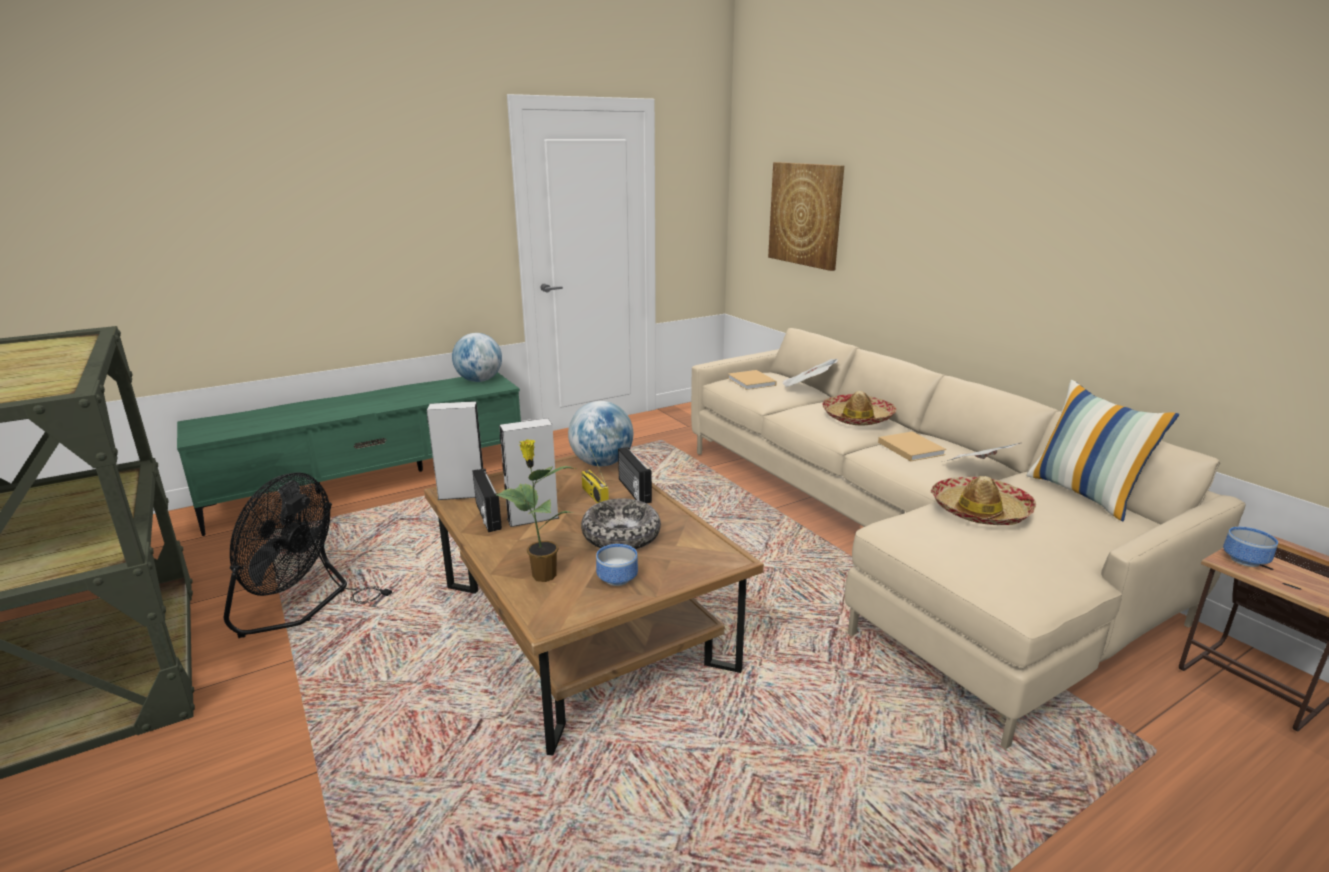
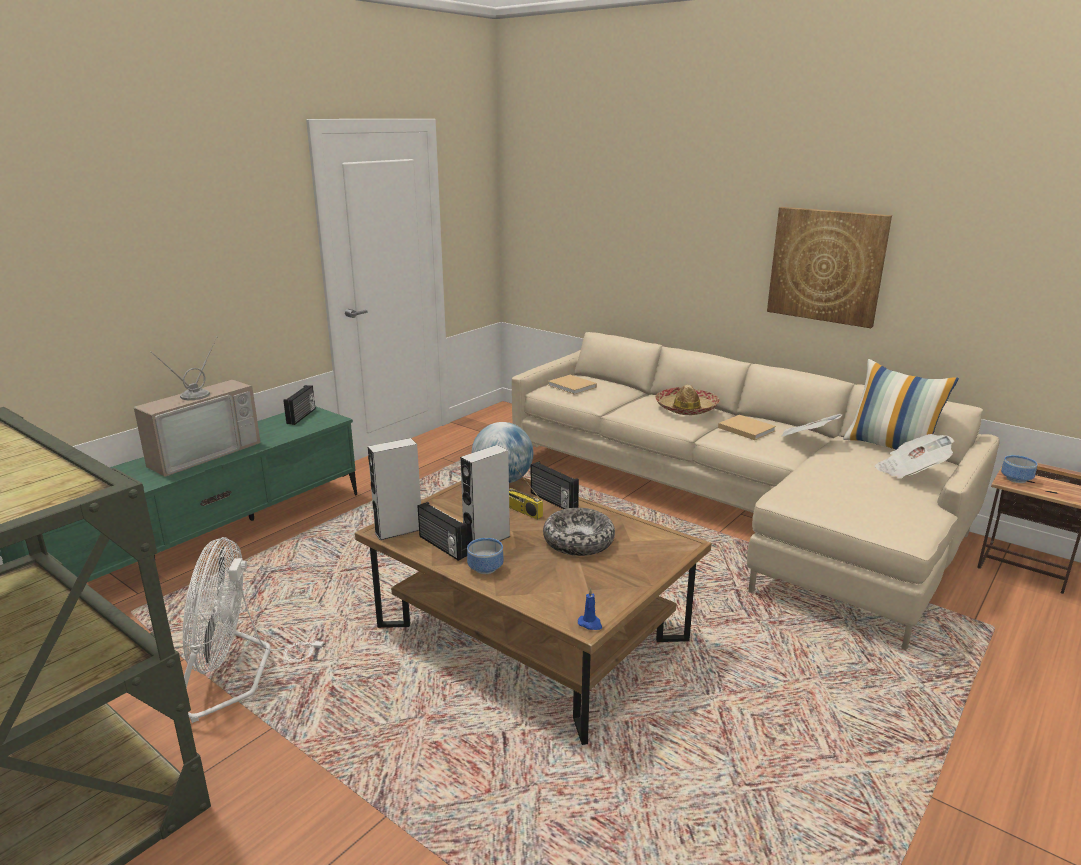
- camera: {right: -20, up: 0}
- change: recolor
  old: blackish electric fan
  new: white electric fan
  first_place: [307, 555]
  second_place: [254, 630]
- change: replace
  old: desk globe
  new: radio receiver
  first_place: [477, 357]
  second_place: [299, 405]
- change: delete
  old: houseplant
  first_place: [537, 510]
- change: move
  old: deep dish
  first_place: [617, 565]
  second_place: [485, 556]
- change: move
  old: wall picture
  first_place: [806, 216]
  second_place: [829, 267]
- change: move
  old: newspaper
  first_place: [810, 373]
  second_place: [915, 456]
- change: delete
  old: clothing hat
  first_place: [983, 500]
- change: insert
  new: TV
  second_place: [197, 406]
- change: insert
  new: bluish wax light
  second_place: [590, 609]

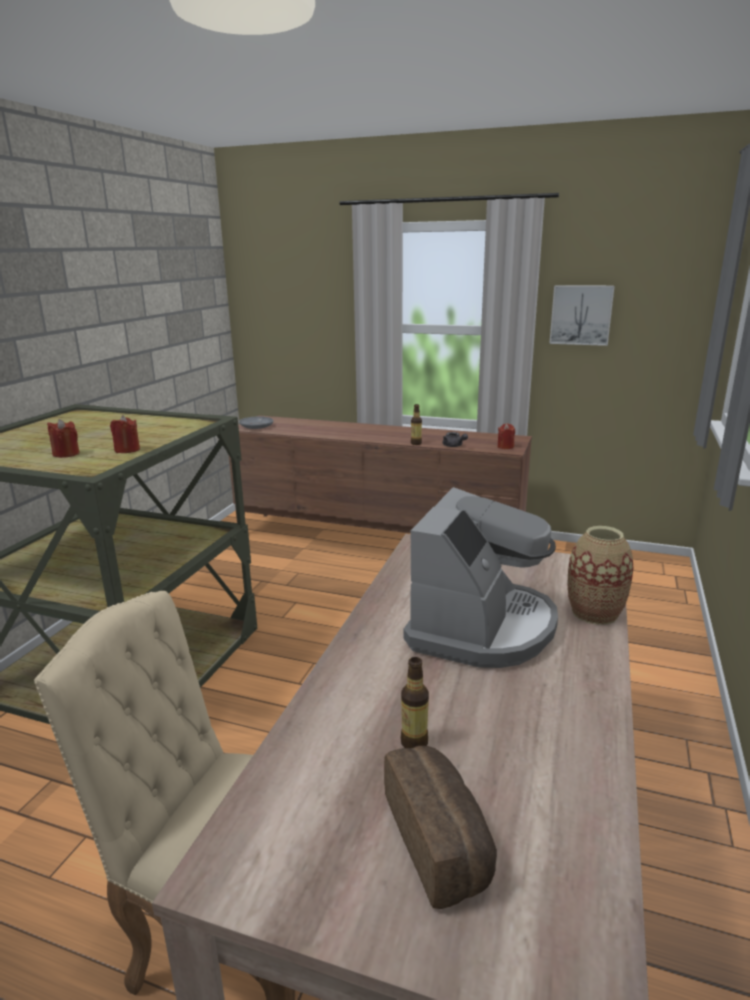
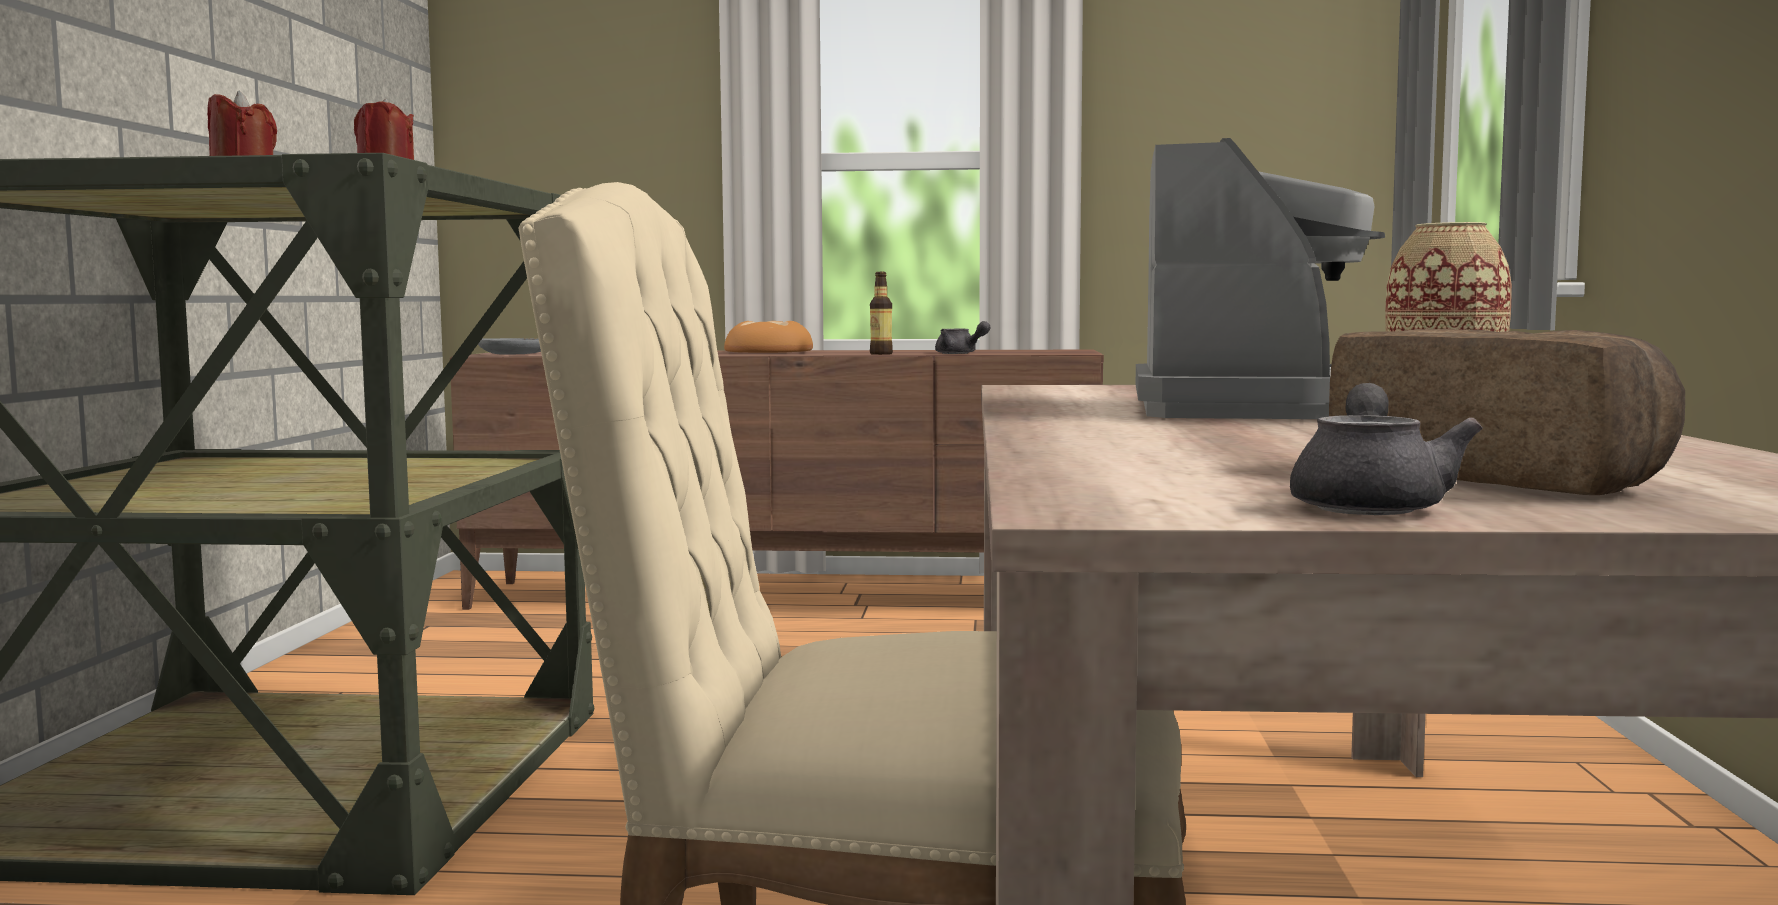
- camera: {right: -15, up: -15}
- change: delete
  old: beverage bottle
  first_place: [415, 702]
- change: delete
  old: red-coloured wax light
  first_place: [506, 436]
- change: delete
  old: wall picture
  first_place: [582, 315]
- change: insert
  new: bakery bread
  second_place: [768, 337]
- change: insert
  new: grey pot for tea
  second_place: [1386, 449]

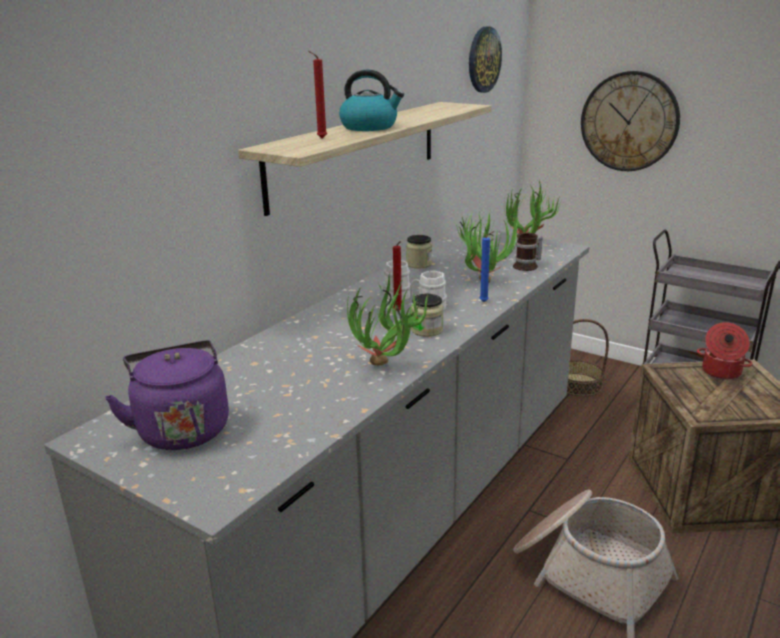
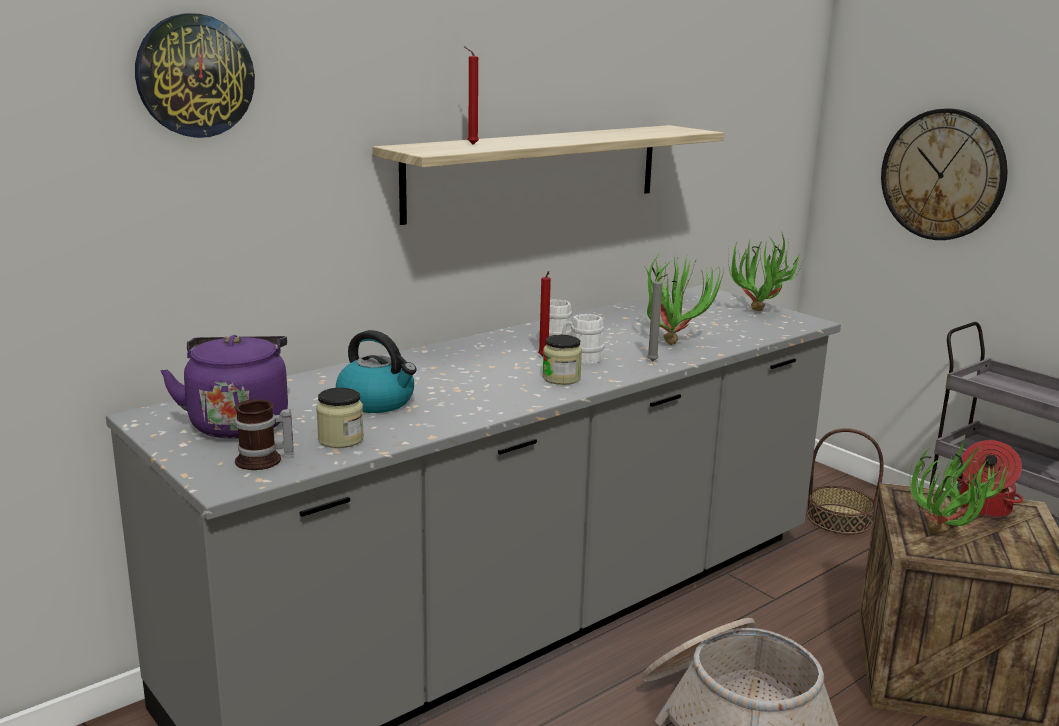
- camera: {right: 15, up: -5}
- change: move
  old: tea kettle
  first_place: [371, 100]
  second_place: [376, 371]
- change: move
  old: houseplant
  first_place: [388, 319]
  second_place: [960, 486]
- change: move
  old: storage jar
  first_place: [419, 251]
  second_place: [340, 418]
- change: move
  old: wall clock
  first_place: [485, 60]
  second_place: [195, 75]
- change: recolor
  old: bluish wax light
  new: grey wax light
  first_place: [487, 266]
  second_place: [657, 318]
- change: move
  old: coffee mug
  first_place: [528, 252]
  second_place: [264, 434]

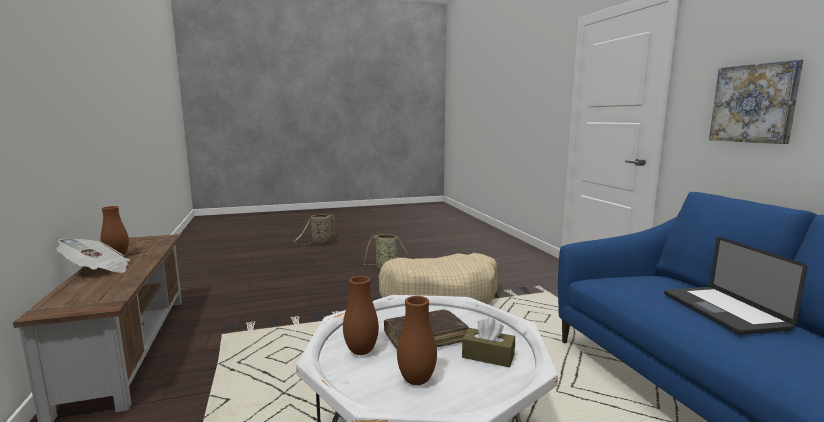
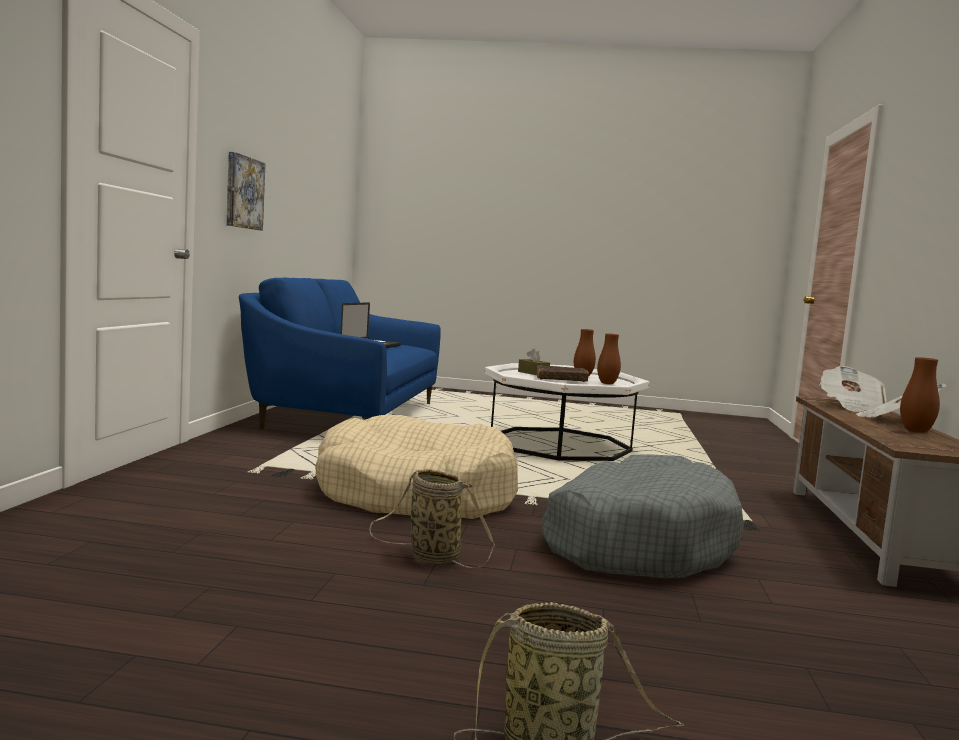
- camera: {right: -155, up: -5}
- change: insert
  new: grey dog bed
  second_place: [643, 516]
- change: insert
  new: newspaper
  second_place: [852, 389]

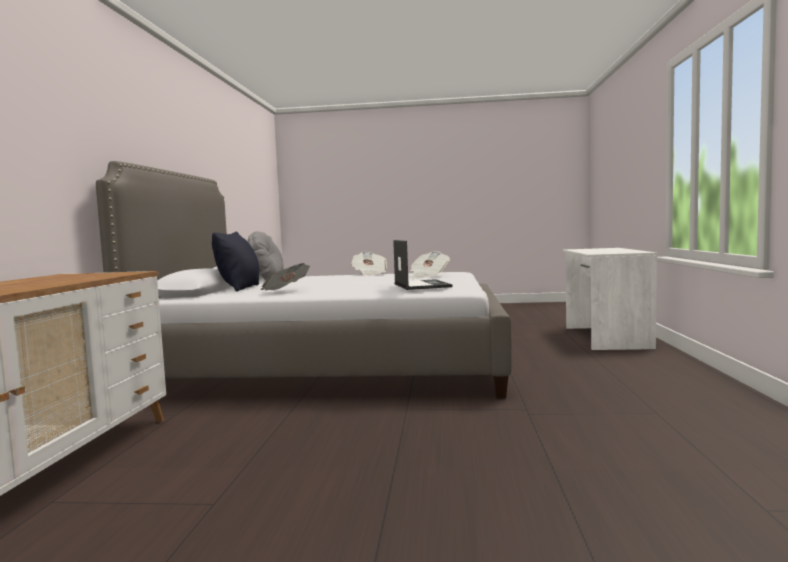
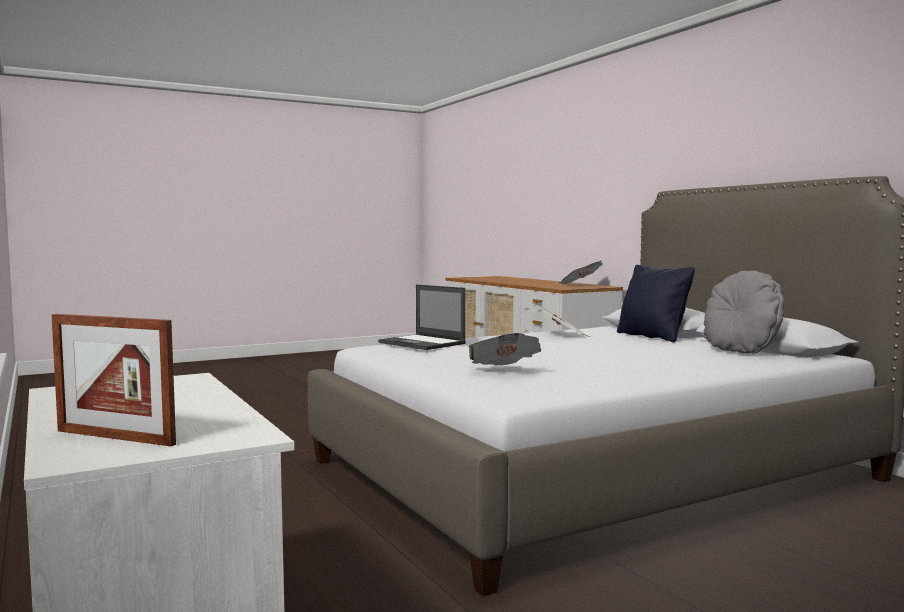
- camera: {right: 145, up: 0}
- change: move
  old: newspaper
  first_place: [369, 264]
  second_place: [581, 273]
- change: insert
  new: picture frame
  second_place: [114, 380]

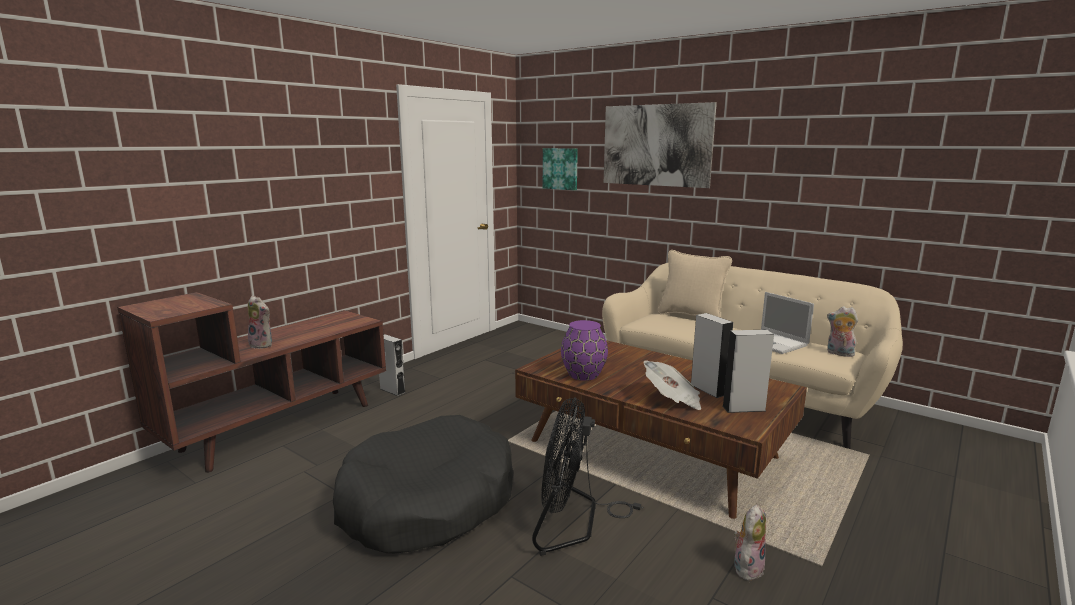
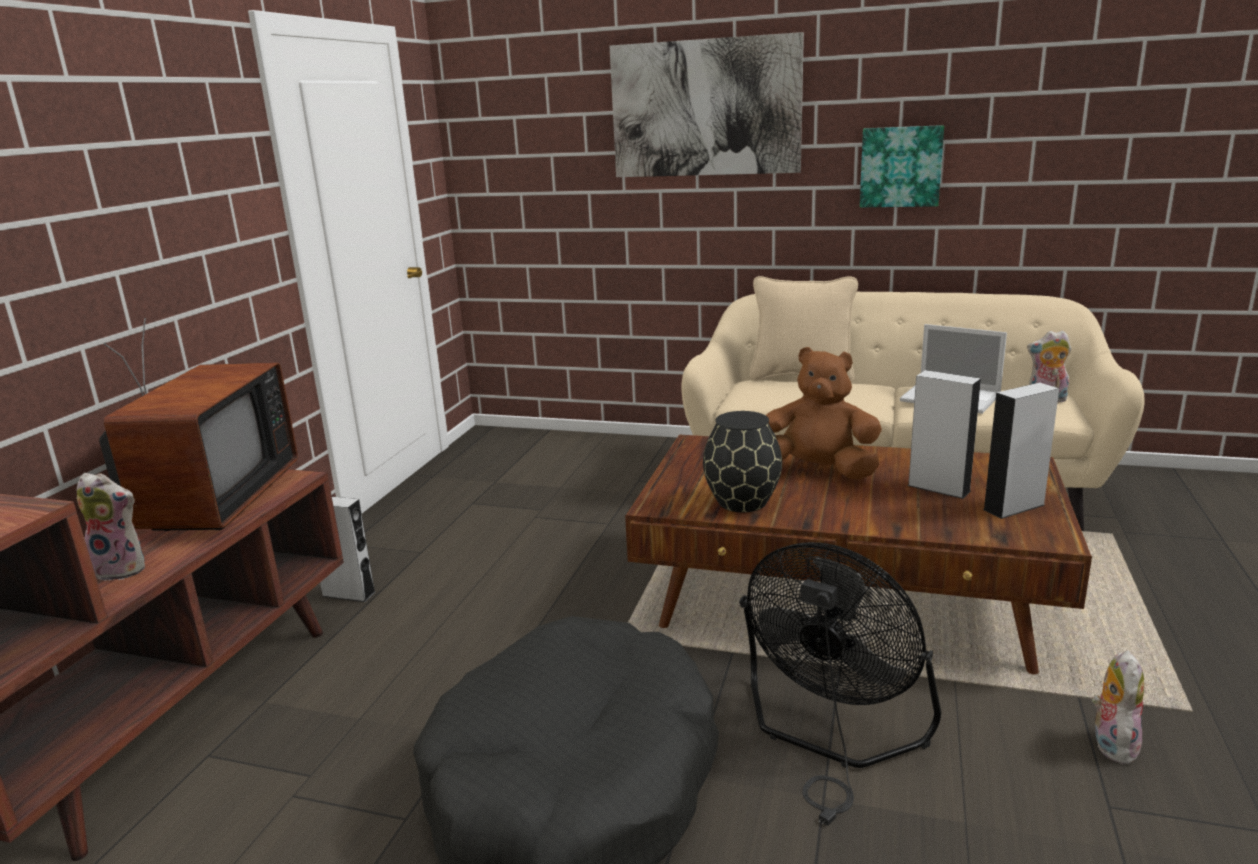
- camera: {right: -20, up: 5}
- change: rotate
  old: blackish electric fan
  first_place: [587, 476]
  second_place: [840, 684]
  degrees: 135
- change: move
  old: wall picture
  first_place: [560, 169]
  second_place: [902, 166]
- change: recolor
  old: purple-coloured flower vase
  new: blackish flower vase
  first_place: [584, 350]
  second_place: [742, 461]
- change: delete
  old: newspaper
  first_place: [672, 385]
- change: insert
  new: TV
  second_place: [198, 424]
- change: insert
  new: brownish soft toy
  second_place: [824, 413]

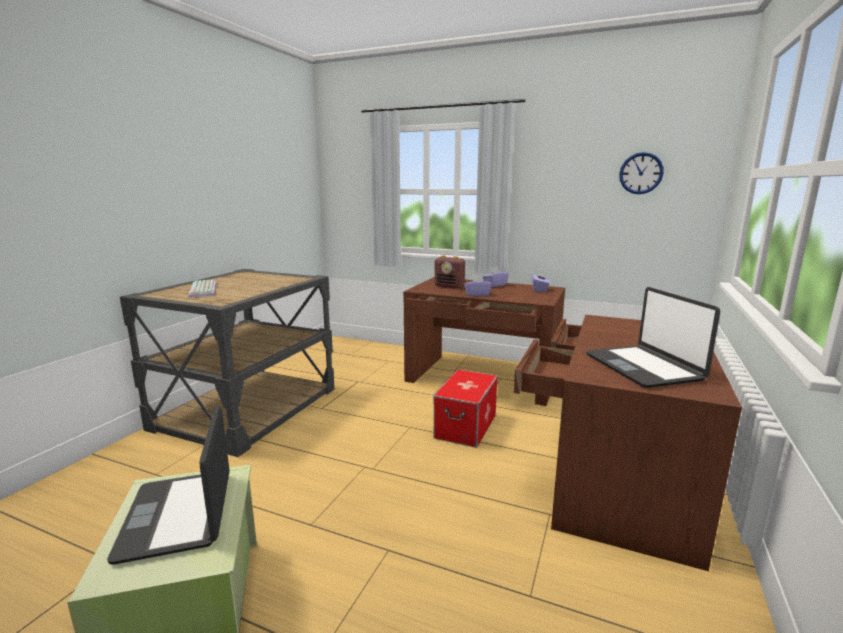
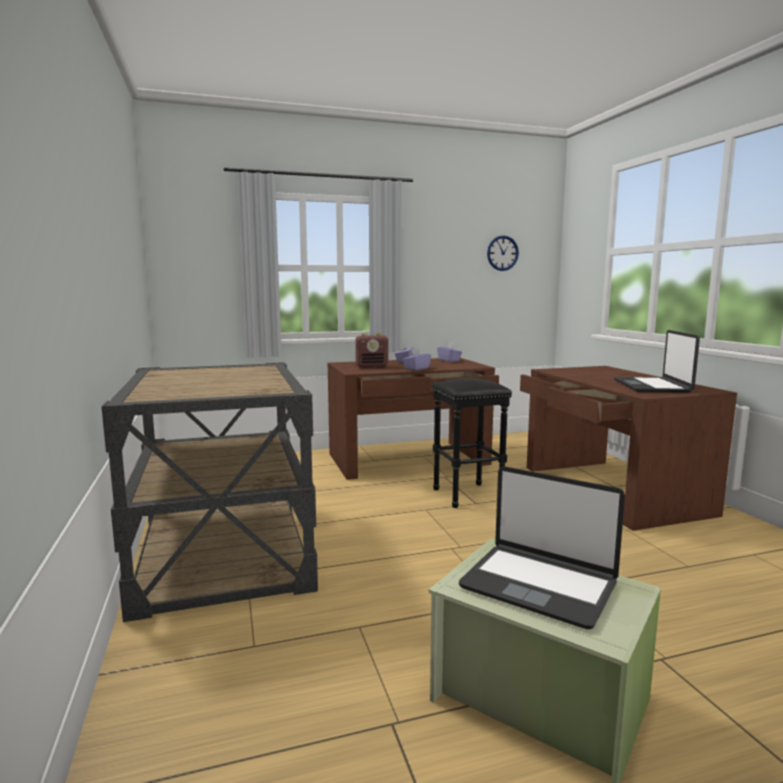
- camera: {right: -40, up: -5}
- change: delete
  old: computer keyboard
  first_place: [202, 288]
- change: replace
  old: storage box
  new: blackish sitting stool
  first_place: [465, 408]
  second_place: [472, 443]
- change: rotate
  old: laptop
  first_place: [653, 337]
  second_place: [657, 361]
  degrees: 60

